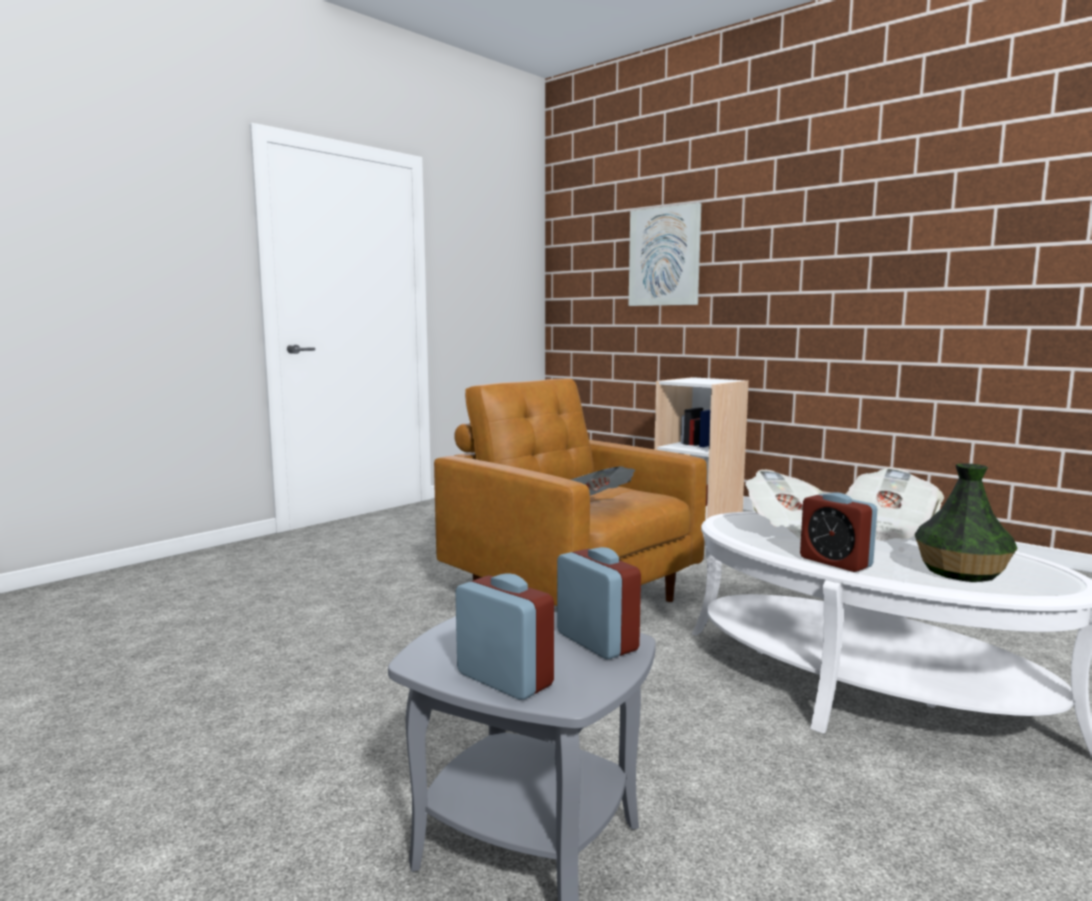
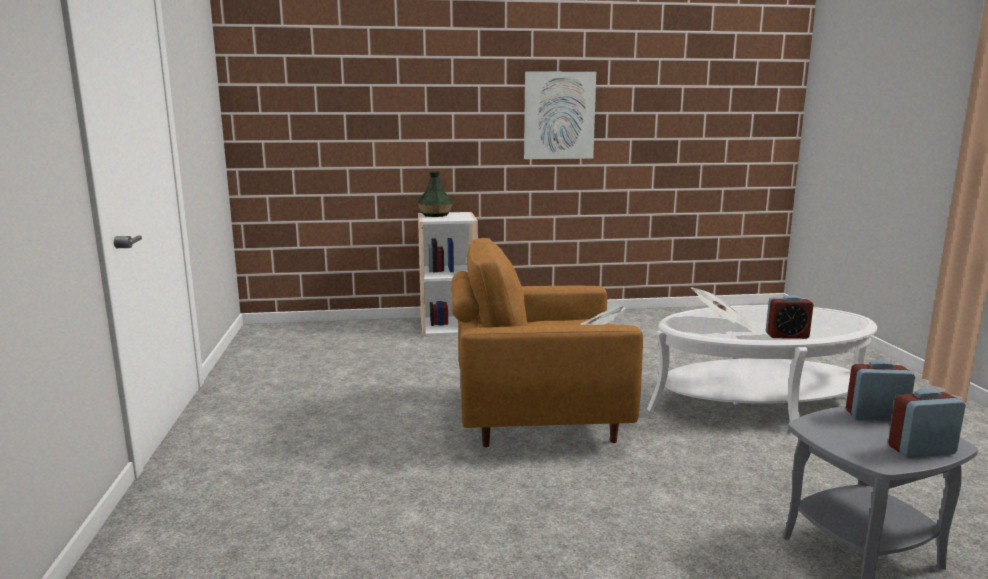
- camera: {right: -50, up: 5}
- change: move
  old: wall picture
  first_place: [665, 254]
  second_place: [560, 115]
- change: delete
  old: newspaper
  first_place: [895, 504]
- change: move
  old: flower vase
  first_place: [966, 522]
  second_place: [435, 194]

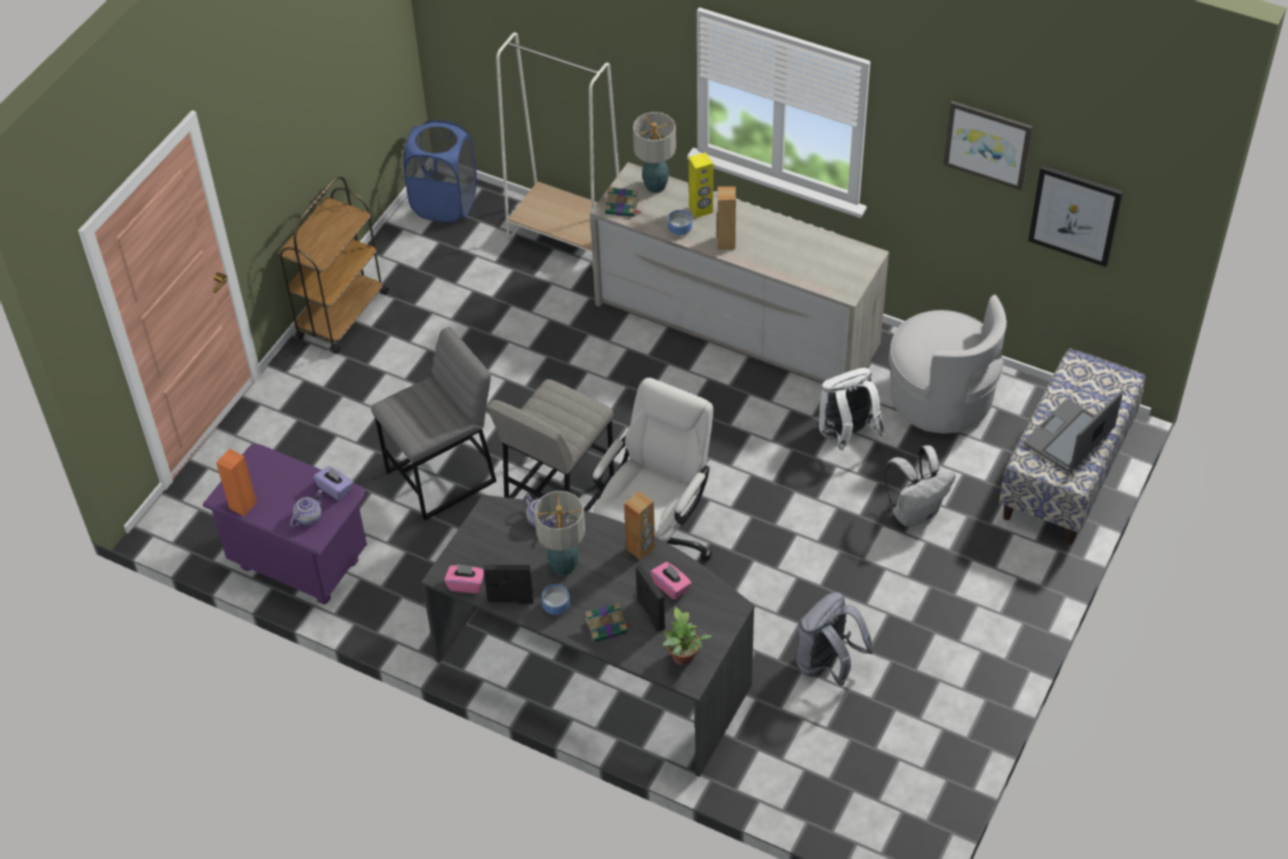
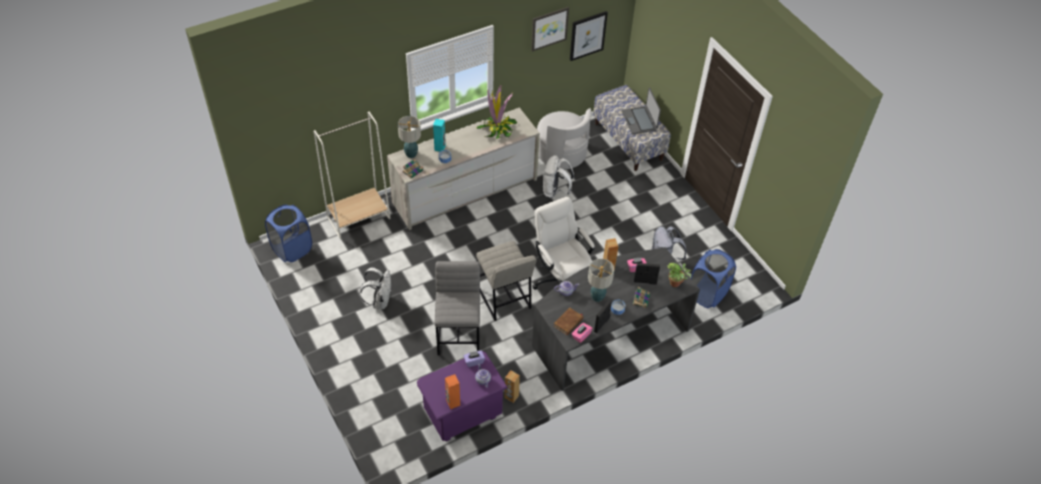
- camera: {right: -60, up: 0}
- change: delete
  old: brownish cart
  first_place: [334, 265]
- change: recolor
  old: yellowish loudspeaker
  new: turquoise-coloured loudspeaker
  first_place: [701, 185]
  second_place: [439, 135]
- change: move
  old: brownish loudspeaker
  first_place: [726, 218]
  second_place: [512, 386]
- change: move
  old: white rucksack
  first_place: [920, 486]
  second_place: [375, 288]
- change: rotate
  old: white armchair
  first_place: [948, 364]
  second_place: [564, 139]
  degrees: 75
- change: insert
  new: houseplant
  second_place: [496, 111]
- change: insert
  new: brownish book
  second_place: [568, 321]
- change: insert
  new: bluish washing basket
  second_place: [713, 278]

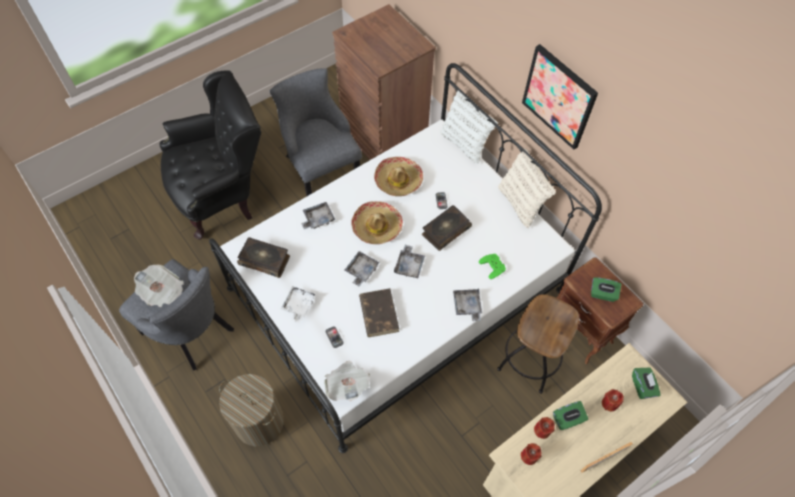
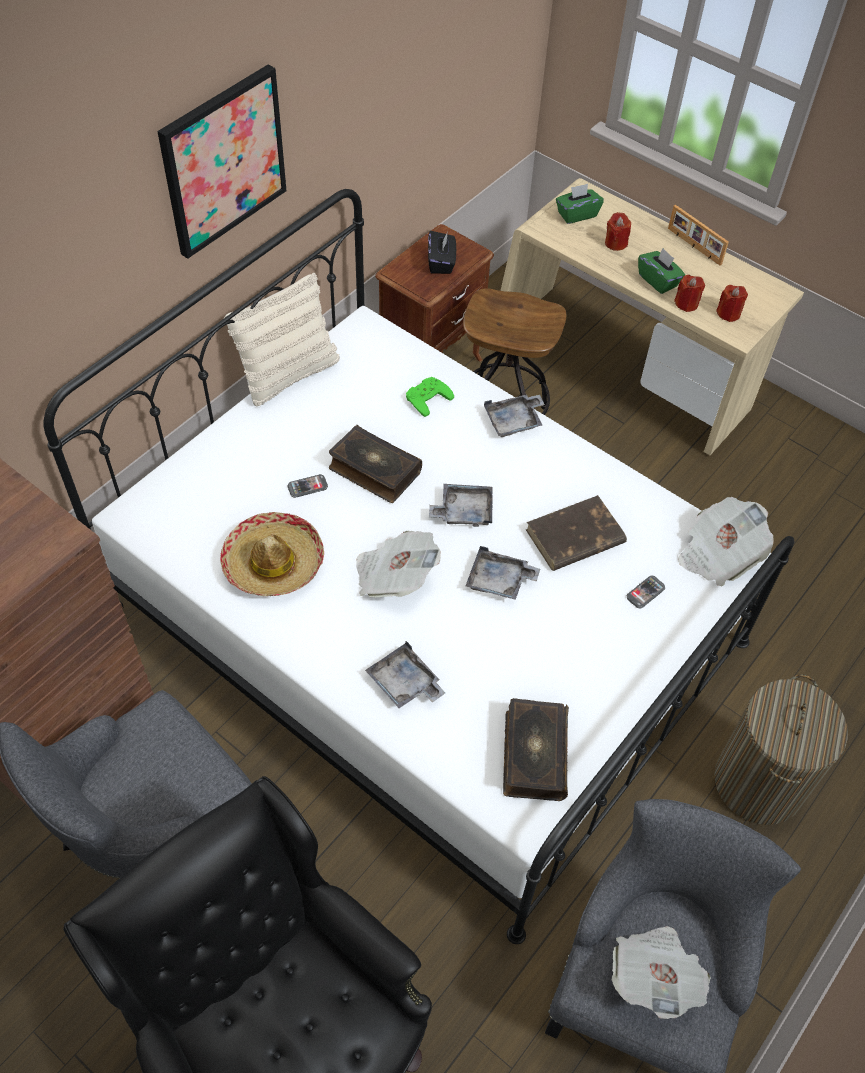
- camera: {right: -105, up: -5}
- change: delete
  old: white carrying tray
  first_place: [298, 304]
- change: replace
  old: clothing hat
  new: newspaper
  first_place: [377, 222]
  second_place: [398, 564]
- change: delete
  old: white pillow
  first_place: [469, 127]
- change: recolor
  old: greenish box of tissues
  new: blackish box of tissues
  first_place: [606, 289]
  second_place: [442, 252]

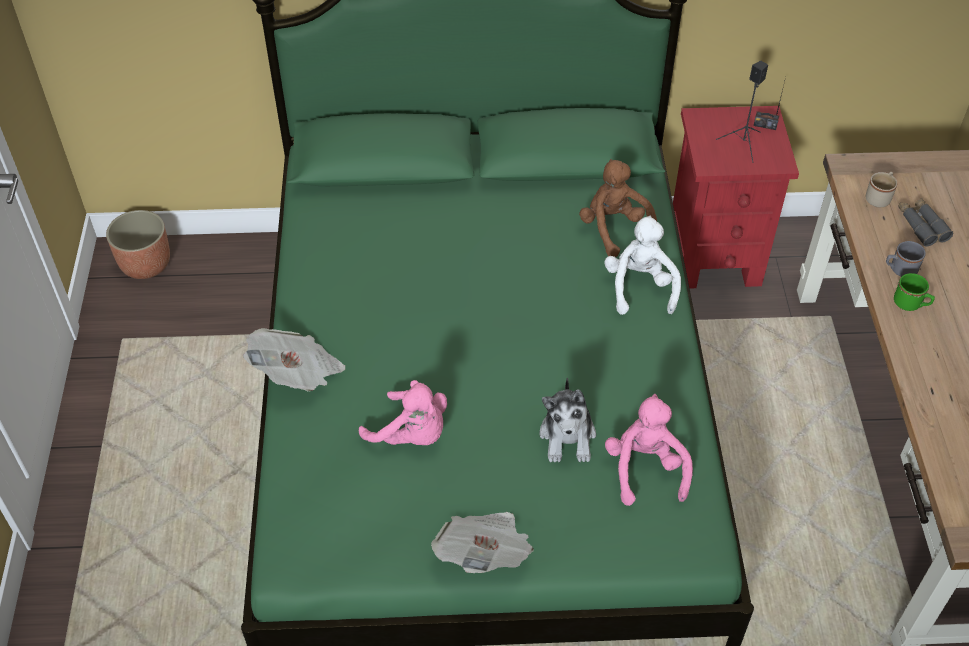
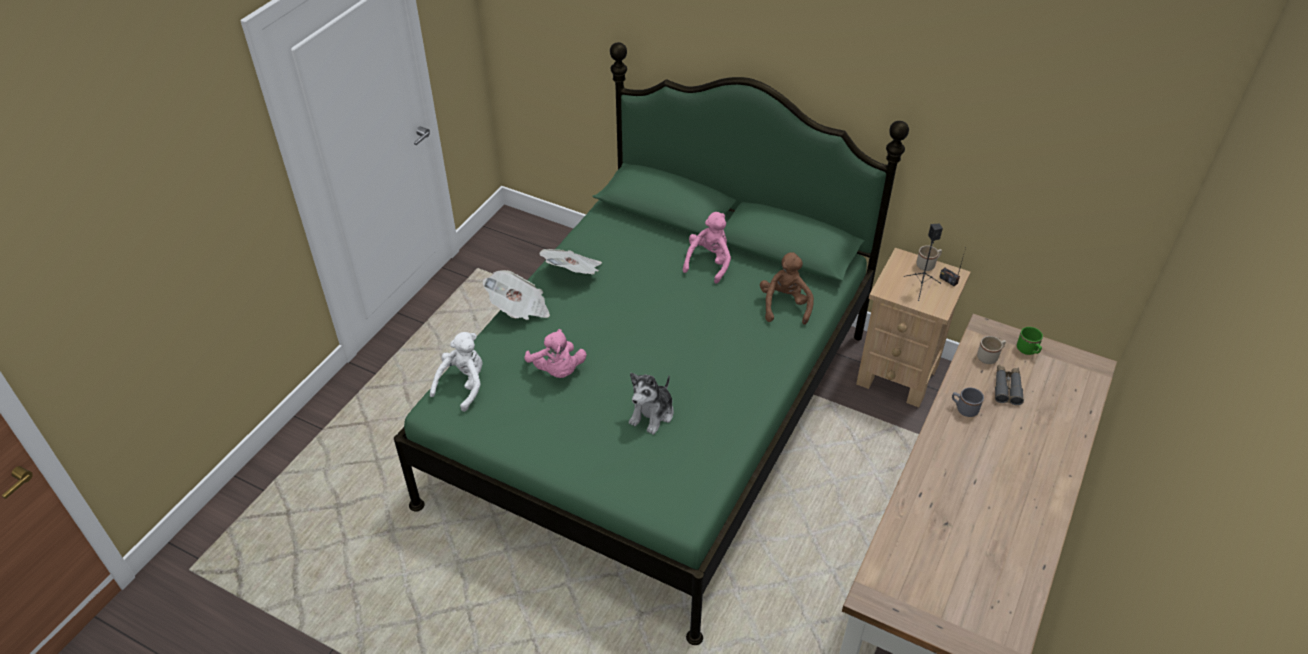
- camera: {right: 30, up: -5}
- change: delete
  old: flower pot
  first_place: [138, 244]
- change: move
  old: newspaper
  first_place: [482, 542]
  second_place: [571, 262]
- change: move
  old: white soft toy
  first_place: [642, 265]
  second_place: [456, 372]
- change: move
  old: pink-coloured soft toy
  first_place: [649, 450]
  second_place: [707, 248]
- change: recolor
  old: red-coloured night table
  new: beige-coloured night table
  first_place: [736, 197]
  second_place: [913, 327]
- change: move
  old: greenish coffee mug
  first_place: [914, 292]
  second_place: [1030, 341]
- change: insert
  new: beige-coloured coffee mug
  second_place: [929, 258]

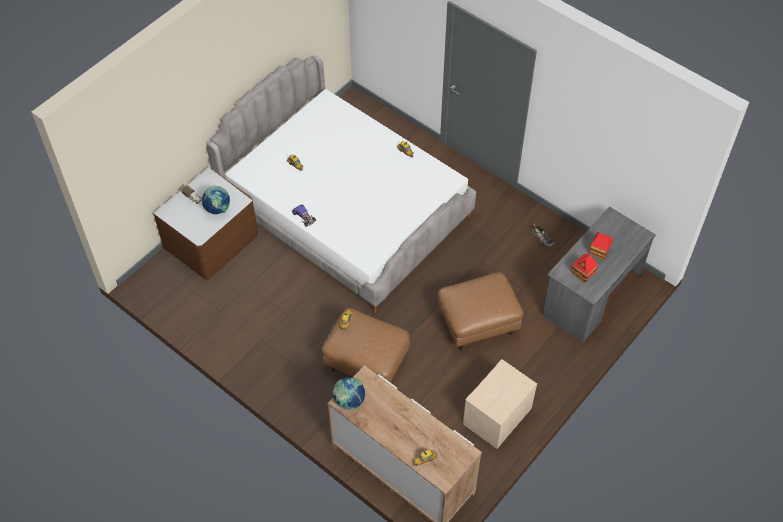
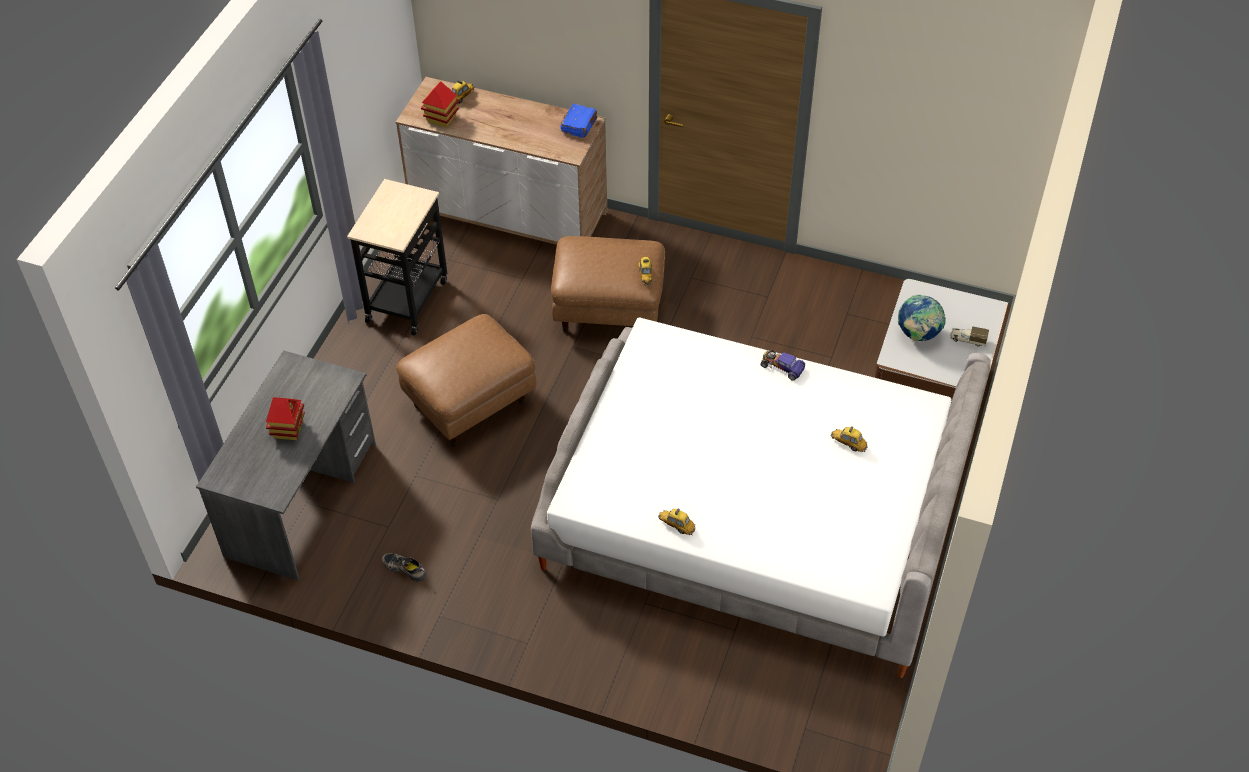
- camera: {right: 160, up: -5}
- change: replace
  old: desk globe
  new: bluish book
  first_place: [349, 393]
  second_place: [579, 120]
- change: replace
  old: beige-coloured night table
  new: cart
  first_place: [500, 404]
  second_place: [397, 257]
- change: move
  old: miniature house
  first_place: [585, 268]
  second_place: [440, 104]

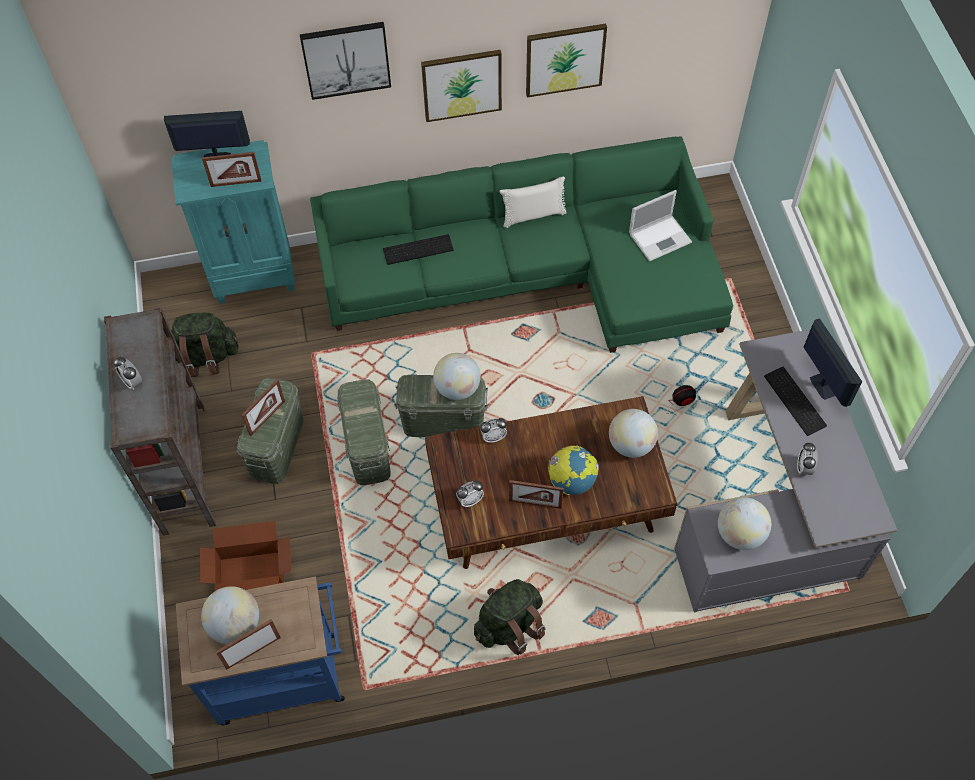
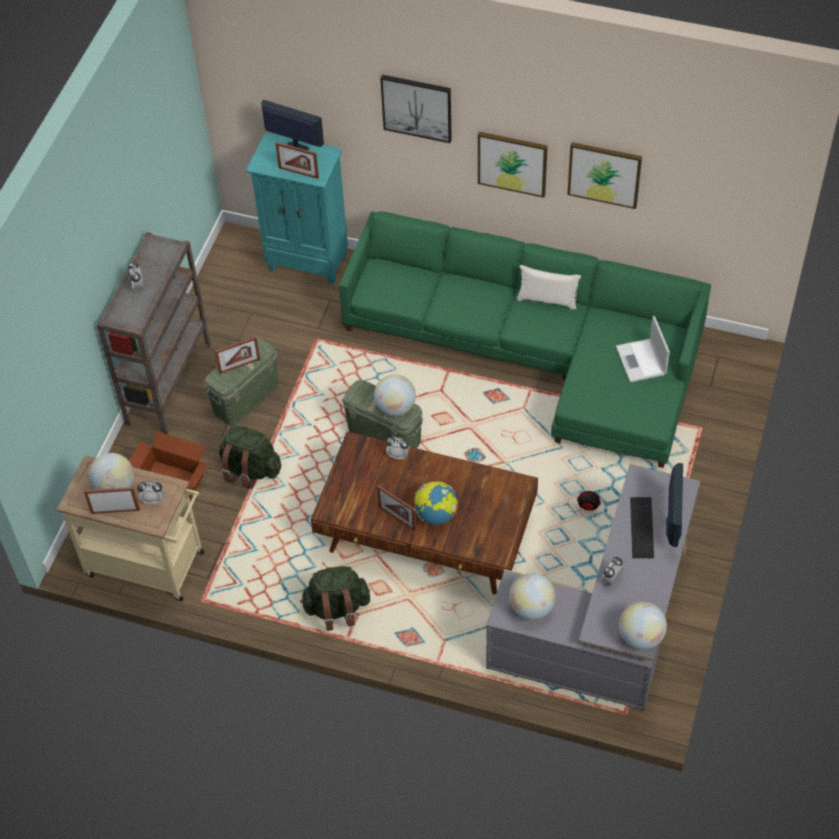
- camera: {right: 30, up: -5}
- change: move
  old: greenish rucksack
  first_place: [205, 344]
  second_place: [250, 457]
- change: recolor
  old: bluish cart
  new: beige-coloured cart
  first_place: [260, 650]
  second_place: [131, 528]
- change: delete
  old: greenish storage box
  first_place: [364, 432]
- change: delete
  old: computer keyboard
  first_place: [418, 249]
- change: move
  old: alarm clock
  first_place: [470, 494]
  second_place: [150, 492]
- change: move
  old: desk globe
  first_place: [633, 433]
  second_place: [643, 626]
- change: rotate
  old: laptop
  first_place: [660, 226]
  second_place: [643, 349]
  degrees: 75

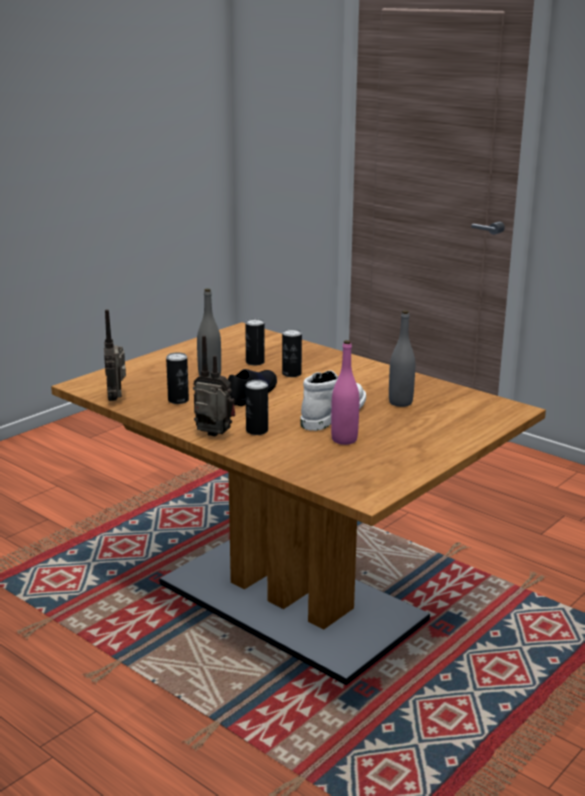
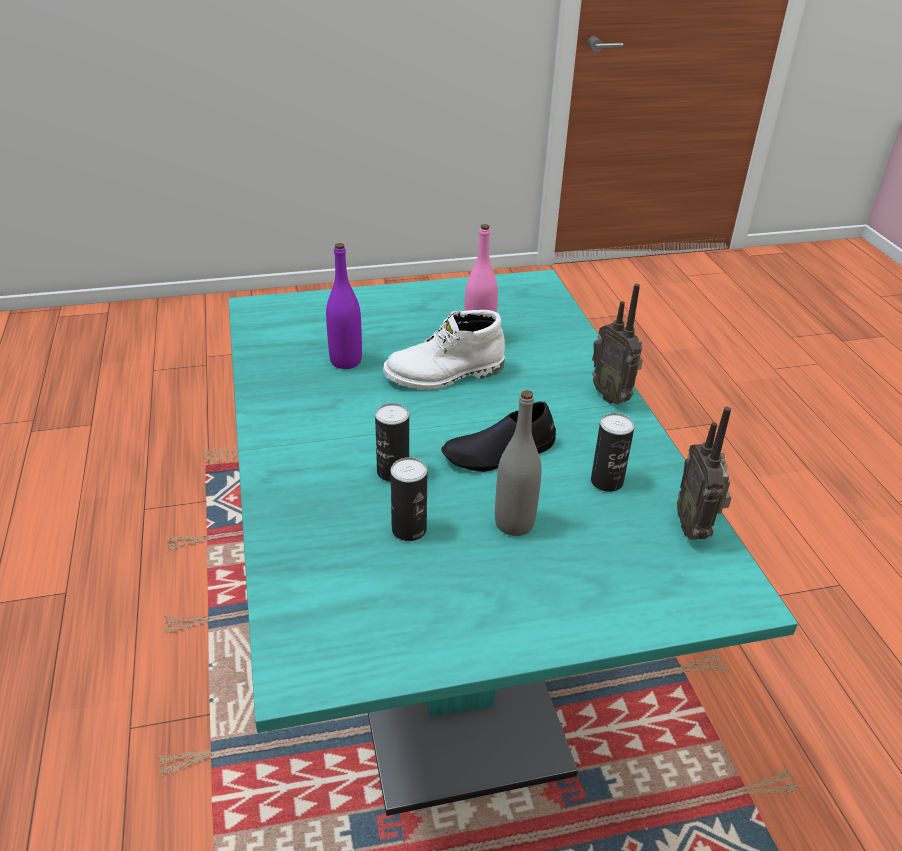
- camera: {right: -145, up: 15}
- change: recolor
  old: brownish dining table
  new: turquoise-coloured dining table
  first_place: [298, 503]
  second_place: [513, 543]
- change: rotate
  old: radio receiver
  first_place: [115, 355]
  second_place: [704, 473]
  degrees: 150
- change: delete
  old: can
  first_place: [256, 407]
- change: recolor
  old: grey beverage bottle
  new: purple-coloured beverage bottle
  first_place: [402, 358]
  second_place: [344, 306]

